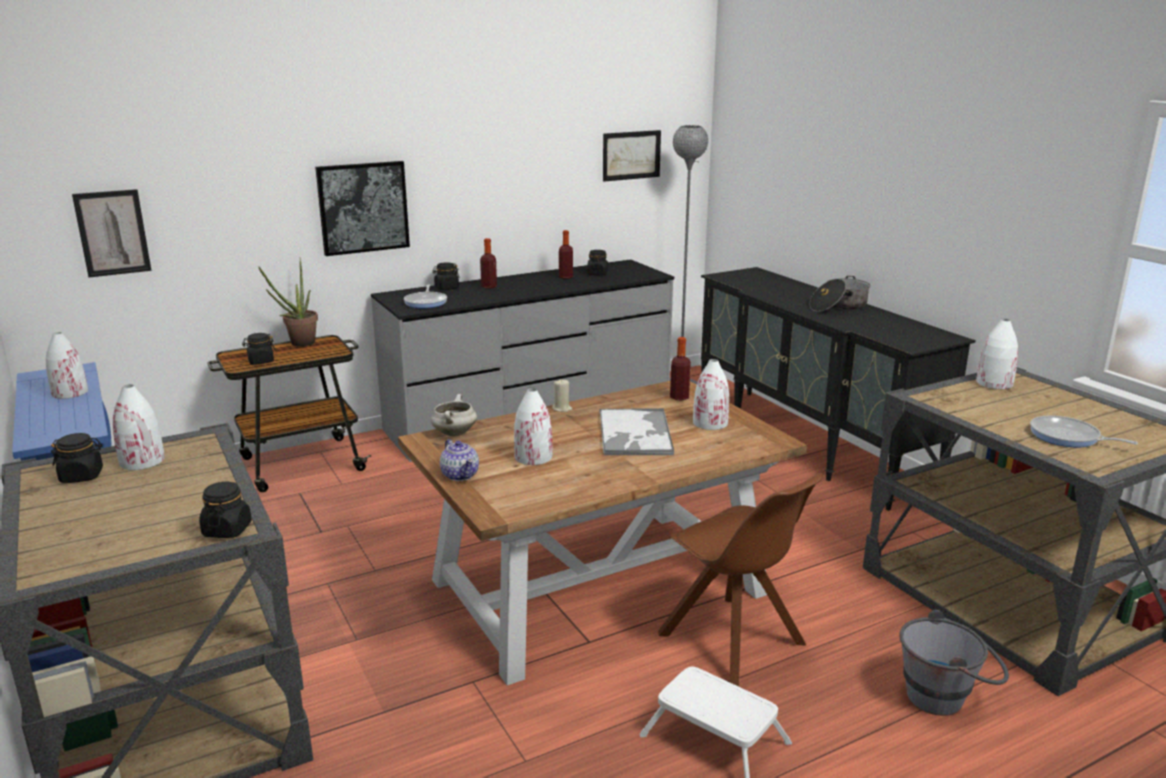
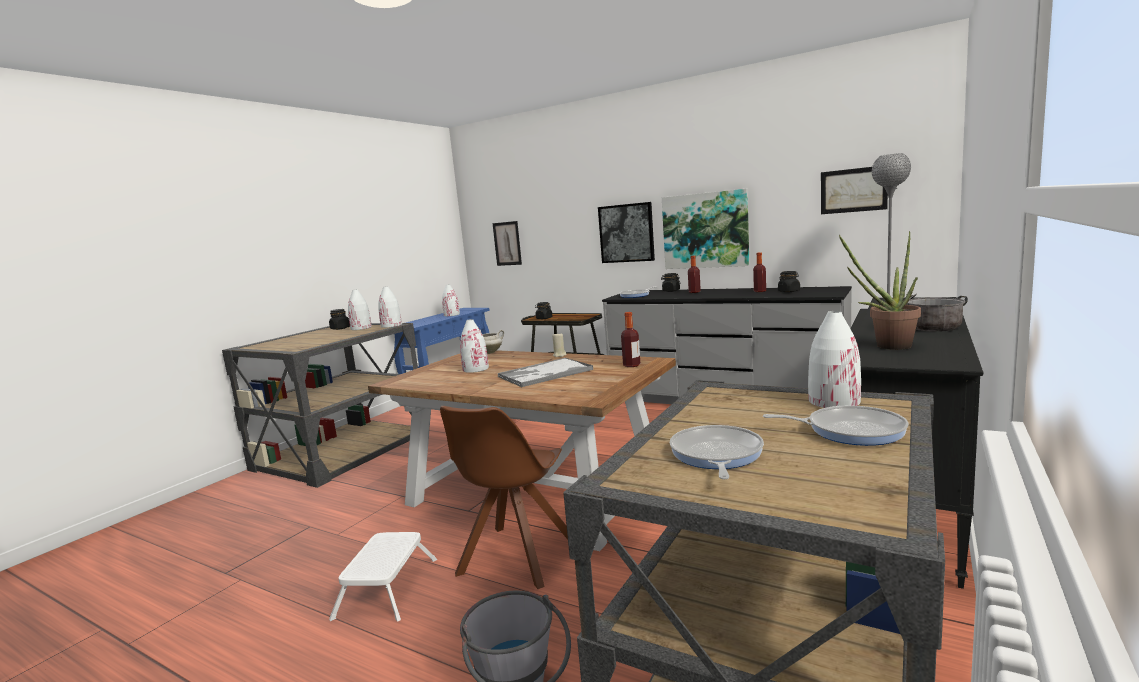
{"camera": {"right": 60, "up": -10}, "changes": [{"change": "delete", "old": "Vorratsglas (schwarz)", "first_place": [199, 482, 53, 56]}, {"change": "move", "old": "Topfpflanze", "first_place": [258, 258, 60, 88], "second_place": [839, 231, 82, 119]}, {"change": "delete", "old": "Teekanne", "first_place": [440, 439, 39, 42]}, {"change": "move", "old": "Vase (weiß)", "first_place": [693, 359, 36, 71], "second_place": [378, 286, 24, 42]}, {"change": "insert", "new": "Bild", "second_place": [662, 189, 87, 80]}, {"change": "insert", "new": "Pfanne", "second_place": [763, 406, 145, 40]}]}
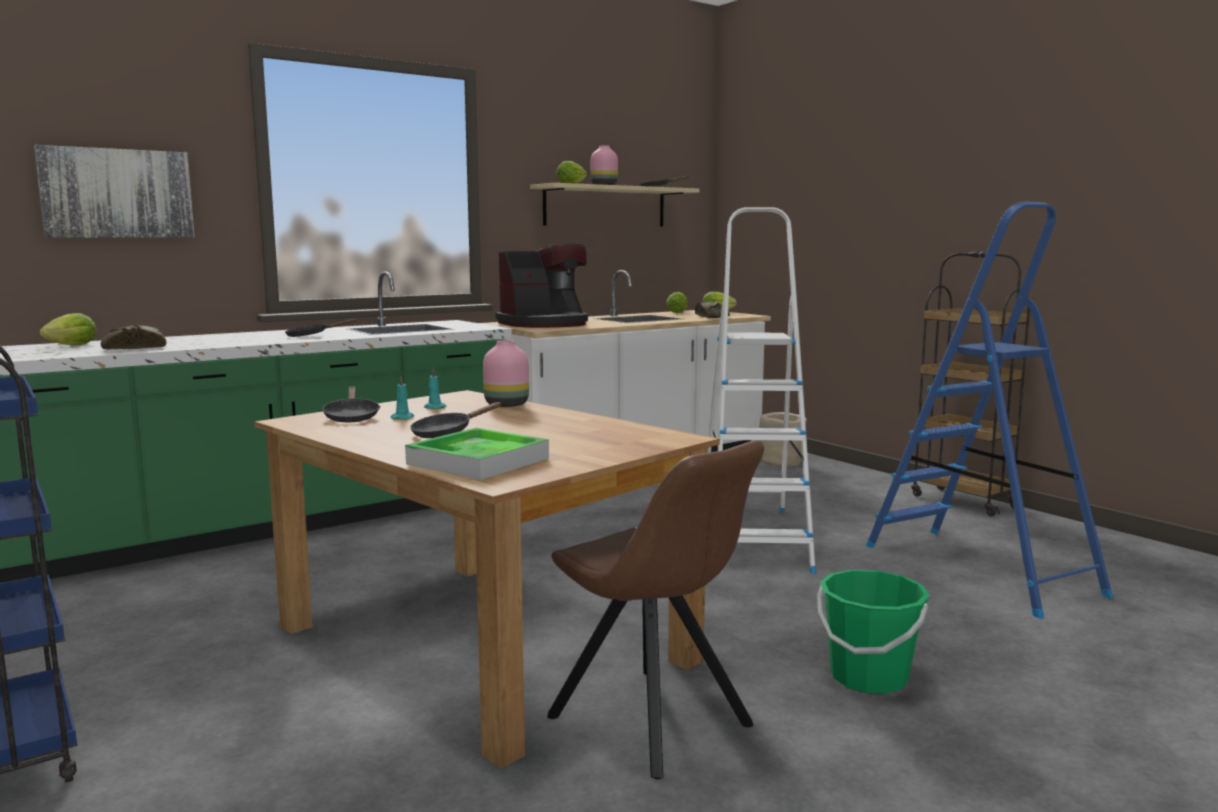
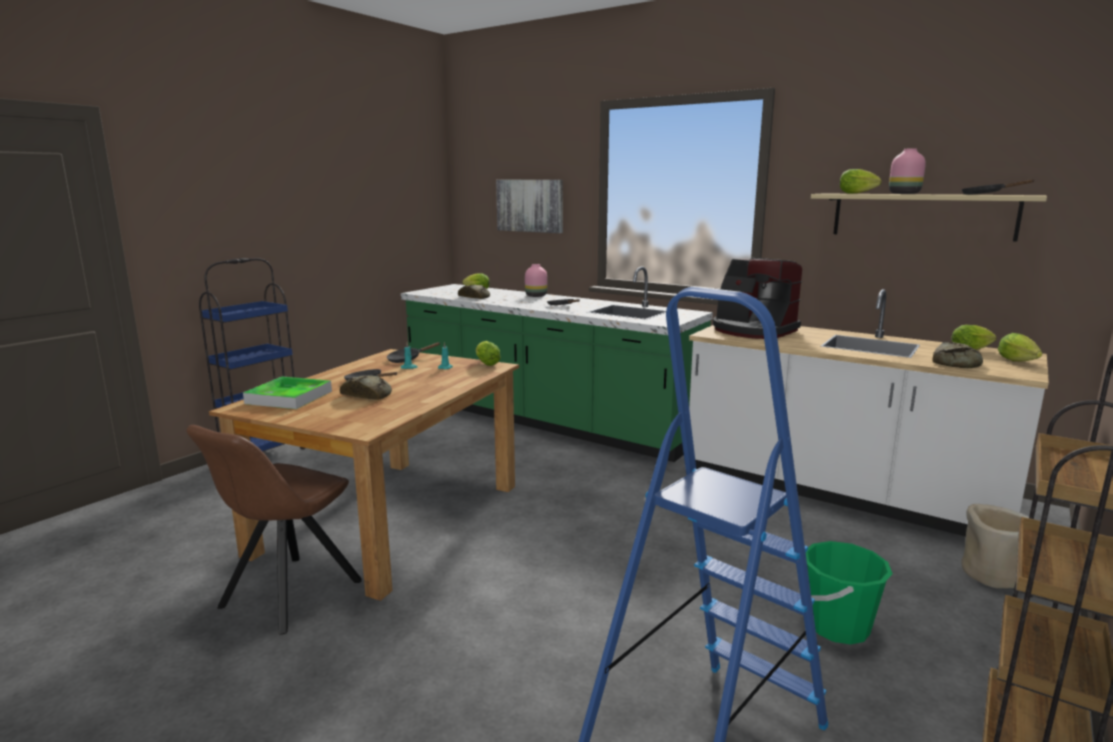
{"camera": {"right": 70, "up": 5}, "changes": [{"change": "move", "old": "Vase (rosa)", "first_place": [483, 340, 46, 67], "second_place": [525, 264, 22, 33]}, {"change": "delete", "old": "Trittleiter (weiß)", "first_place": [708, 207, 108, 367]}, {"change": "move", "old": "Eimer (grün)", "first_place": [817, 570, 113, 124], "second_place": [806, 541, 86, 104]}, {"change": "insert", "new": "Brot", "second_place": [340, 375, 52, 25]}, {"change": "insert", "new": "Salatkopf", "second_place": [476, 341, 25, 25]}]}
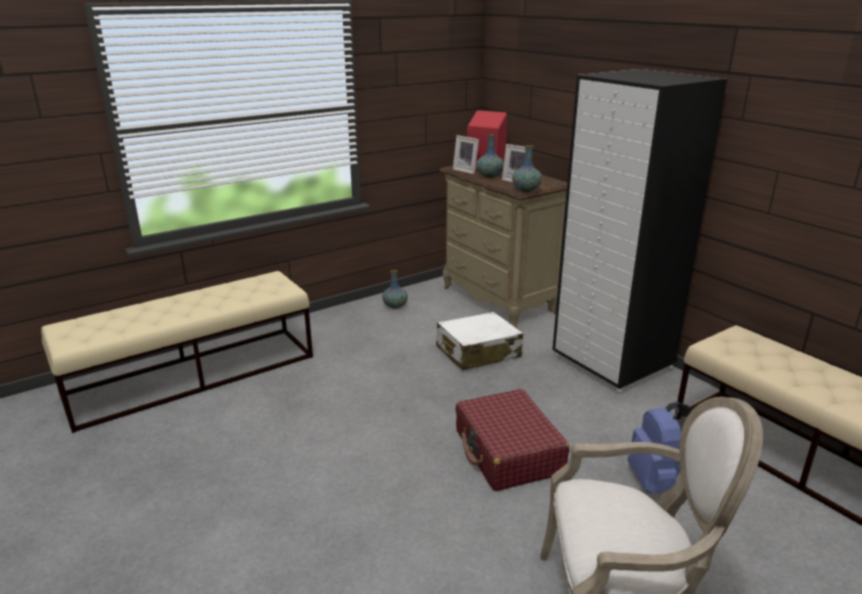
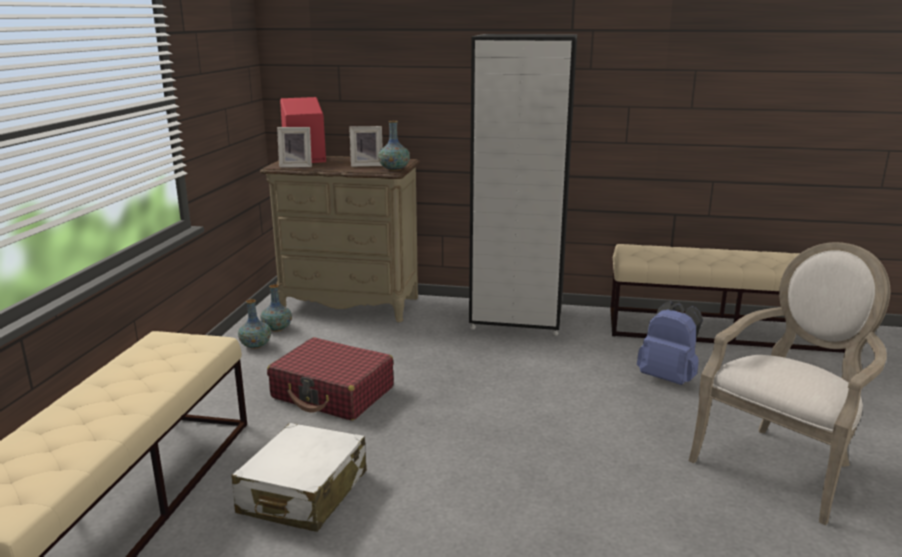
{"camera": {"right": -45, "up": -5}, "changes": [{"change": "move", "old": "Koffer (weiß)", "first_place": [436, 312, 87, 59], "second_place": [231, 423, 136, 109]}, {"change": "move", "old": "Koffer (rot)", "first_place": [455, 389, 115, 102], "second_place": [267, 337, 127, 84]}, {"change": "move", "old": "Vase", "first_place": [477, 134, 27, 44], "second_place": [260, 284, 32, 48]}]}
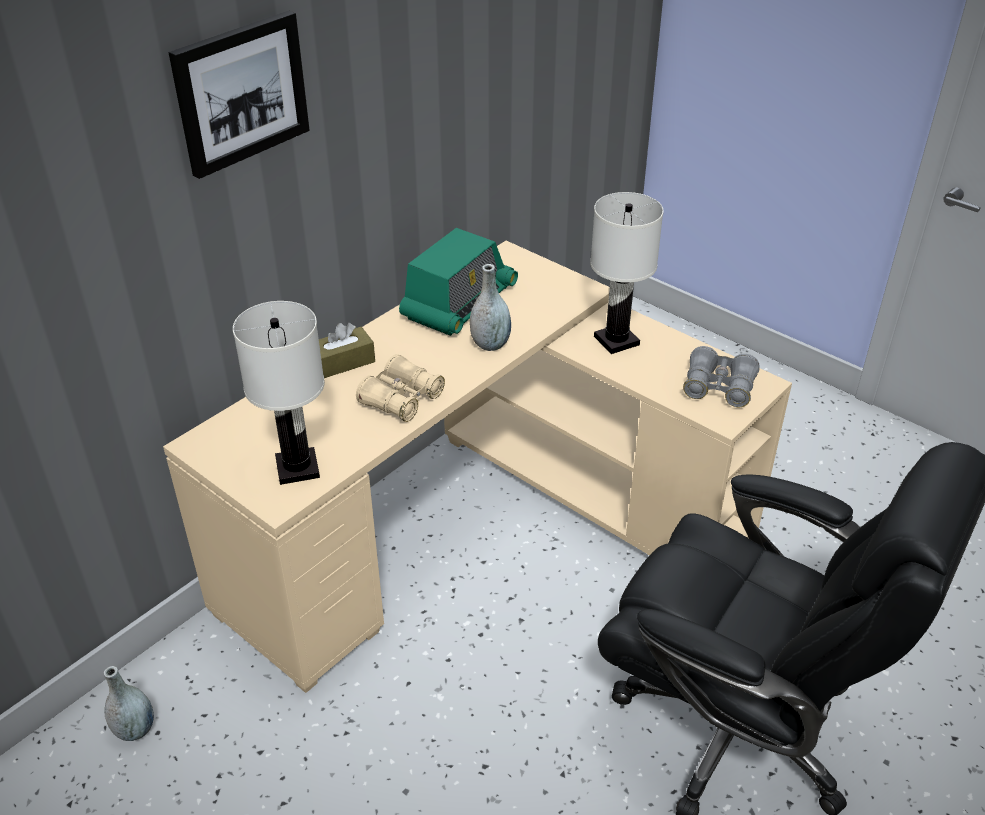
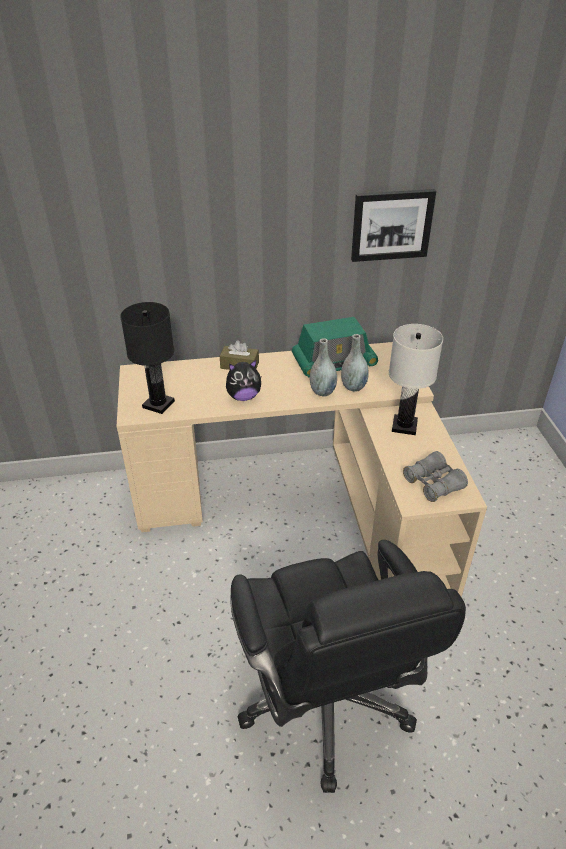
{"camera": {"right": 40, "up": 0}, "changes": [{"change": "move", "old": "Vase (grau)", "first_place": [104, 666, 50, 75], "second_place": [341, 334, 28, 58]}, {"change": "move", "old": "Bild", "first_place": [169, 11, 141, 168], "second_place": [351, 189, 85, 73]}, {"change": "recolor", "old": "Tischlampe (weiß)", "new": "Tischlampe (schwarz)", "first_place": [233, 301, 92, 184], "second_place": [120, 302, 55, 112]}, {"change": "replace", "old": "Fernglas (beige)", "new": "Plüschtier", "first_place": [356, 354, 89, 68], "second_place": [226, 360, 35, 41]}]}
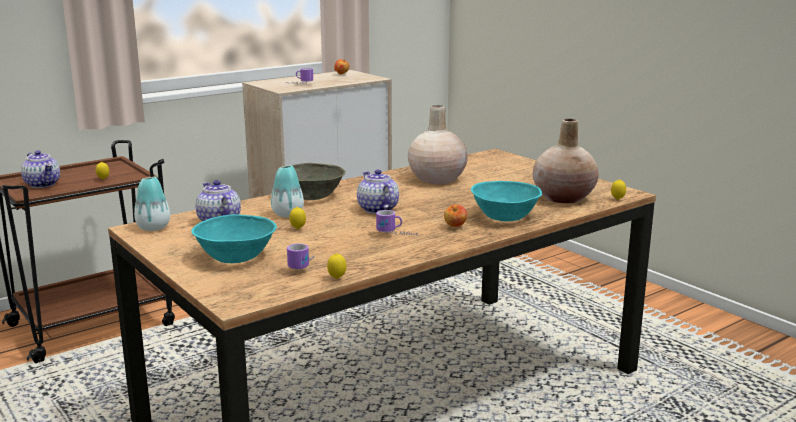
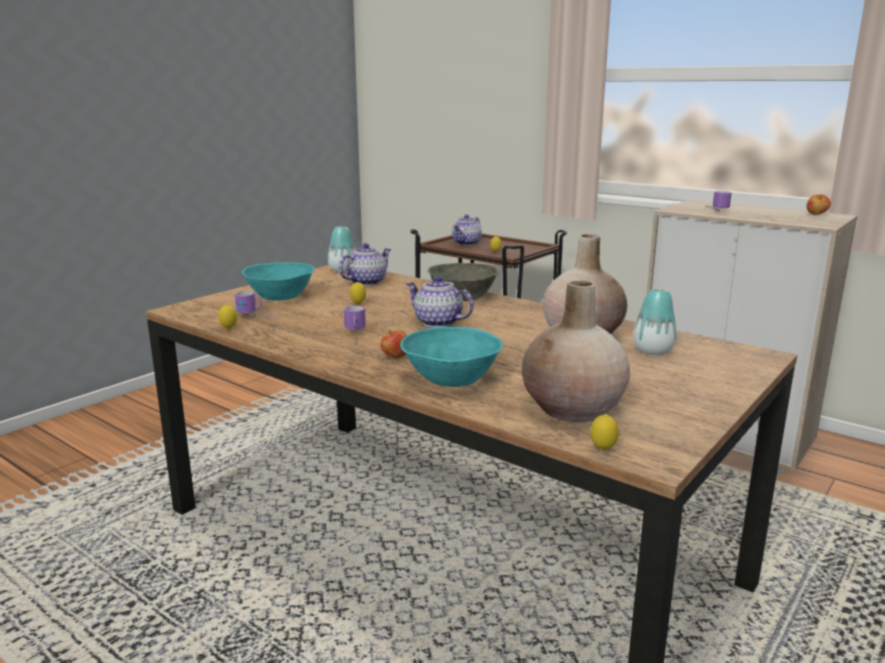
{"camera": {"right": 75, "up": 0}, "changes": [{"change": "move", "old": "Vase", "first_place": [271, 165, 33, 52], "second_place": [633, 289, 44, 66]}, {"change": "rotate", "old": "Teekanne", "first_place": [357, 169, 42, 45], "second_place": [406, 276, 68, 51], "degrees": -105}]}
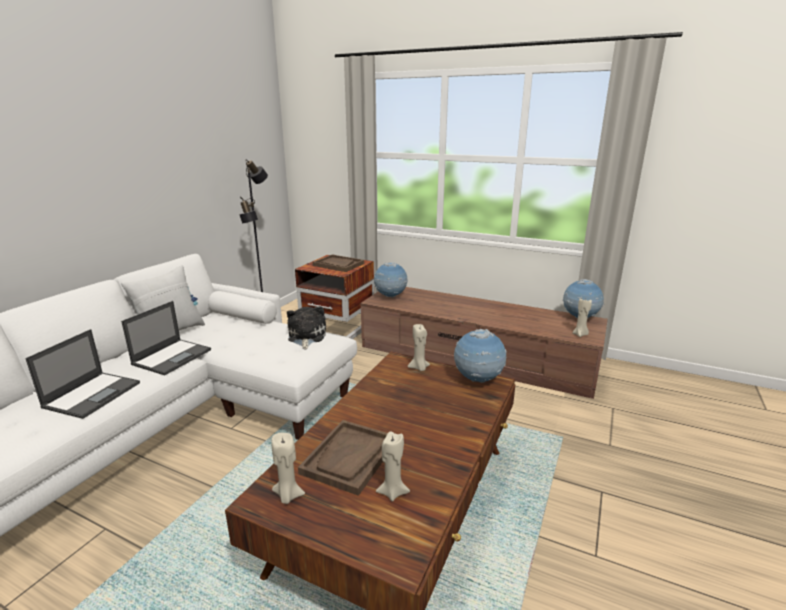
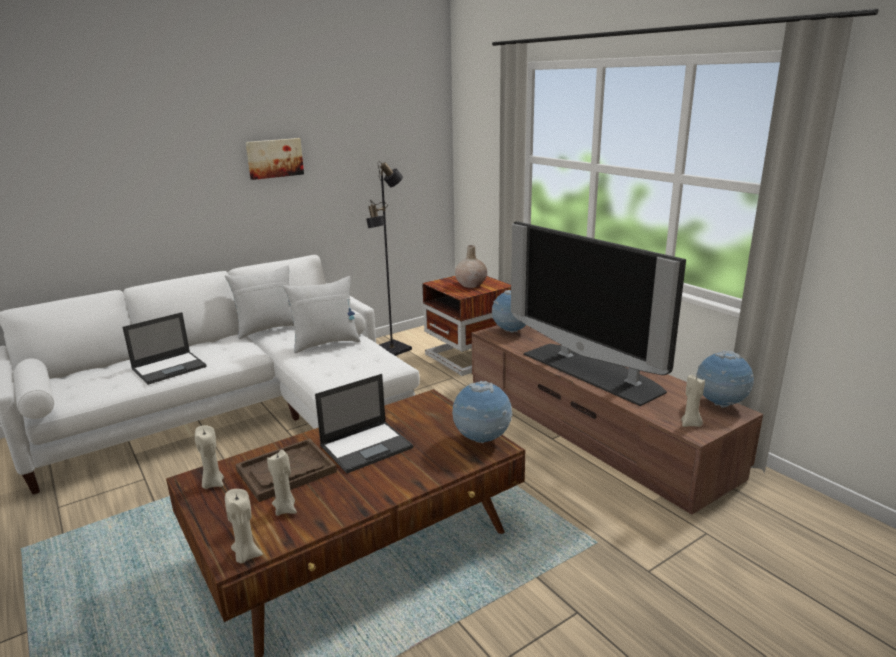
{"camera": {"right": 30, "up": 0}, "changes": [{"change": "move", "old": "Laptop", "first_place": [121, 301, 90, 74], "second_place": [315, 374, 98, 99]}, {"change": "delete", "old": "Plüschtier", "first_place": [287, 306, 39, 43]}, {"change": "replace", "old": "Tablett (braun)", "new": "Vase (beige)", "first_place": [313, 255, 51, 17], "second_place": [455, 245, 32, 43]}, {"change": "move", "old": "Kerze (beige)", "first_place": [408, 324, 22, 47], "second_place": [225, 489, 38, 74]}, {"change": "insert", "new": "Bild", "second_place": [246, 138, 58, 42]}, {"change": "insert", "new": "Kissen (grau)", "second_place": [283, 276, 78, 77]}, {"change": "insert", "new": "Fernseher", "second_place": [511, 221, 175, 185]}]}
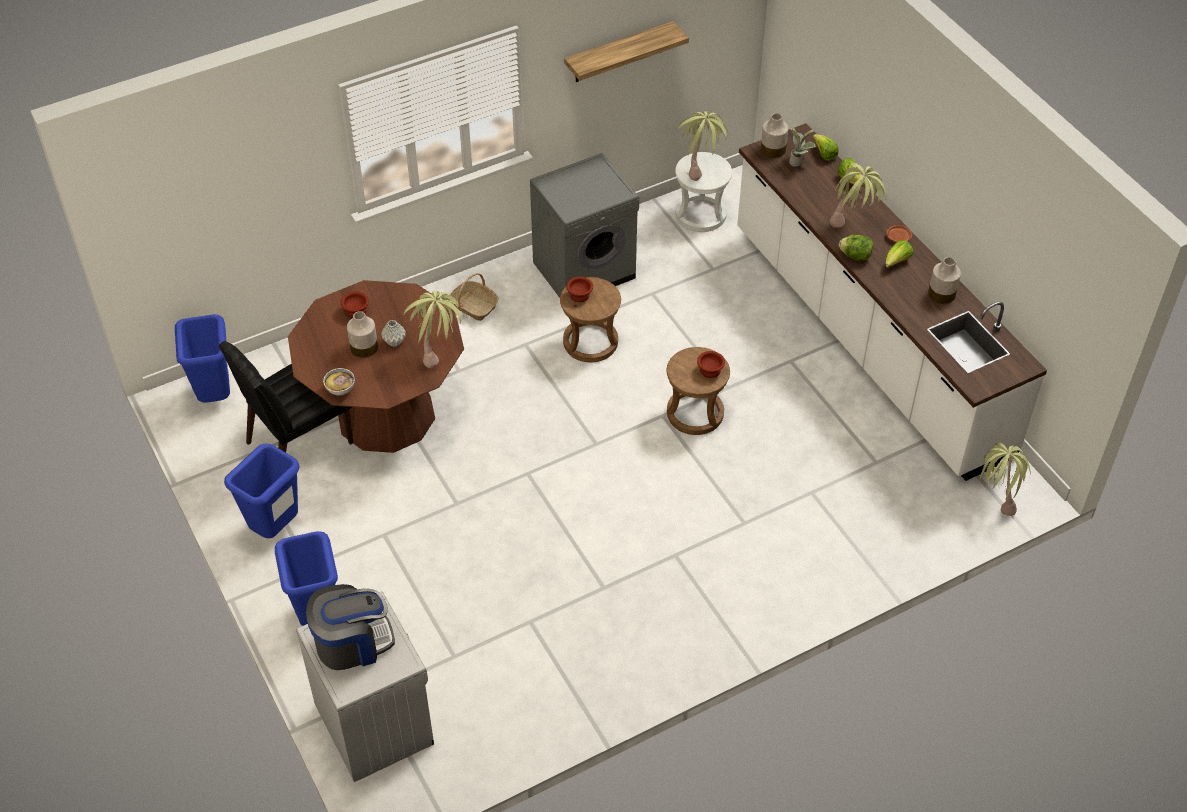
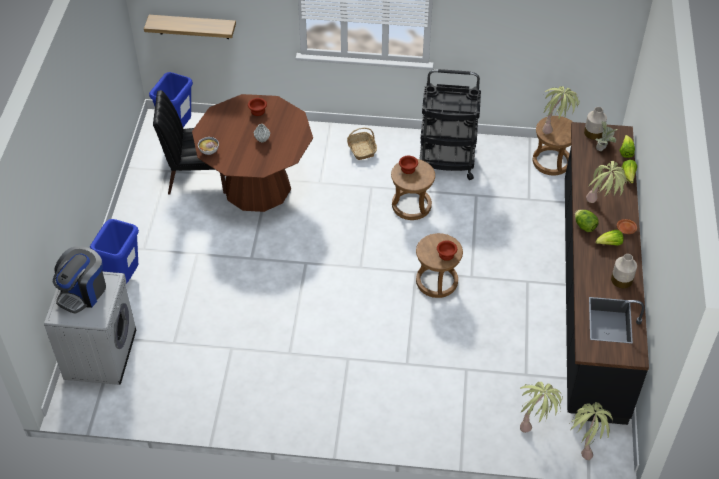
{"camera": {"right": 35, "up": 0}, "changes": [{"change": "delete", "old": "Mülleimer (blau)", "first_place": [224, 443, 75, 95]}, {"change": "rotate", "old": "Kaffeemaschine", "first_place": [306, 584, 89, 86], "second_place": [53, 246, 53, 68], "degrees": 105}, {"change": "delete", "old": "Vase (beige)", "first_place": [347, 311, 31, 47]}, {"change": "move", "old": "Topfpflanze", "first_place": [404, 291, 59, 77], "second_place": [520, 382, 43, 51]}, {"change": "replace", "old": "Waschmaschine (grau)", "new": "Rollwagen (schwarz)", "first_place": [530, 153, 109, 145], "second_place": [419, 69, 62, 111]}, {"change": "move", "old": "Wandregal", "first_place": [564, 21, 125, 61], "second_place": [144, 15, 92, 24]}, {"change": "recolor", "old": "Hocker (weiß)", "new": "Hocker (braun)", "first_place": [675, 152, 57, 80], "second_place": [533, 116, 40, 59]}, {"change": "recolor", "old": "Küchenzeile (weiß)", "new": "Küchenzeile (schwarz)", "first_place": [737, 123, 310, 358], "second_place": [565, 122, 84, 303]}]}
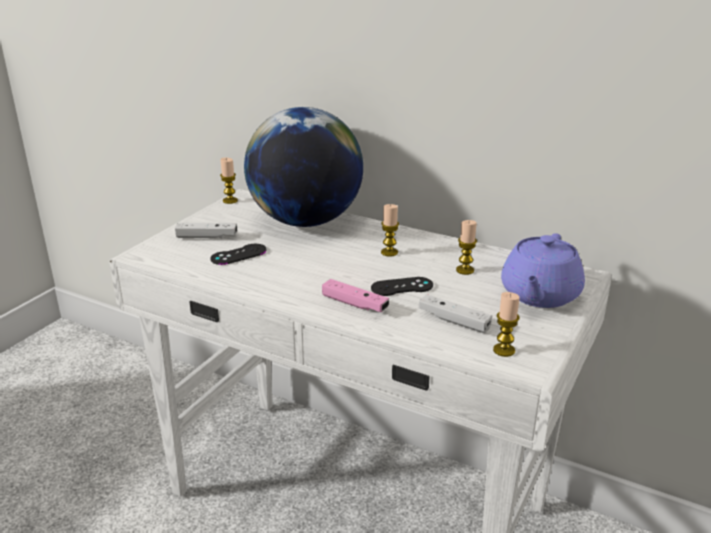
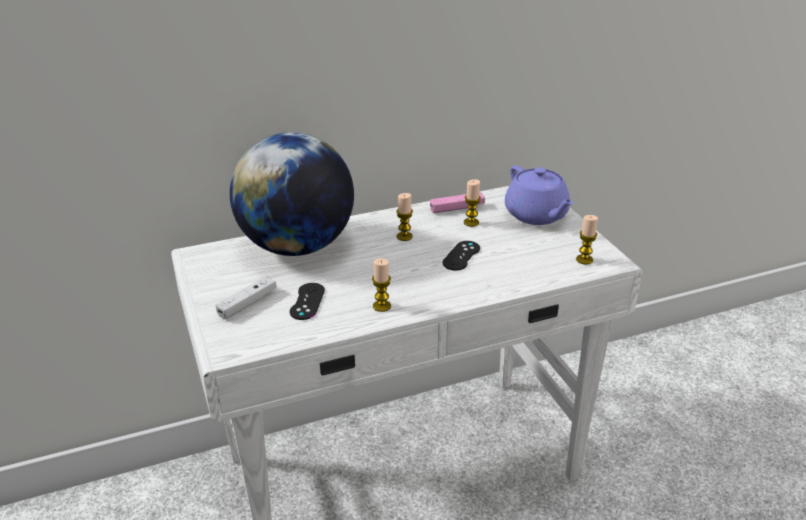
{"camera": {"right": -50, "up": 5}, "changes": [{"change": "move", "old": "Kerze", "first_place": [220, 157, 18, 47], "second_place": [372, 258, 19, 54]}, {"change": "move", "old": "Gamepad (rosa)", "first_place": [322, 279, 67, 33], "second_place": [430, 192, 55, 21]}, {"change": "delete", "old": "Gamepad (weiß)", "first_place": [419, 294, 73, 39]}]}
